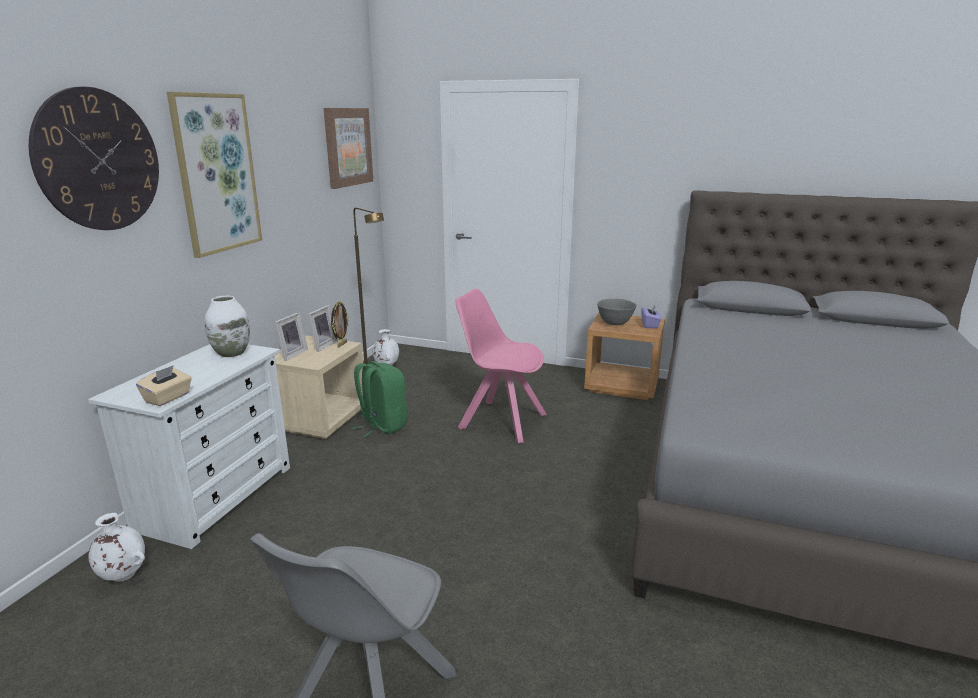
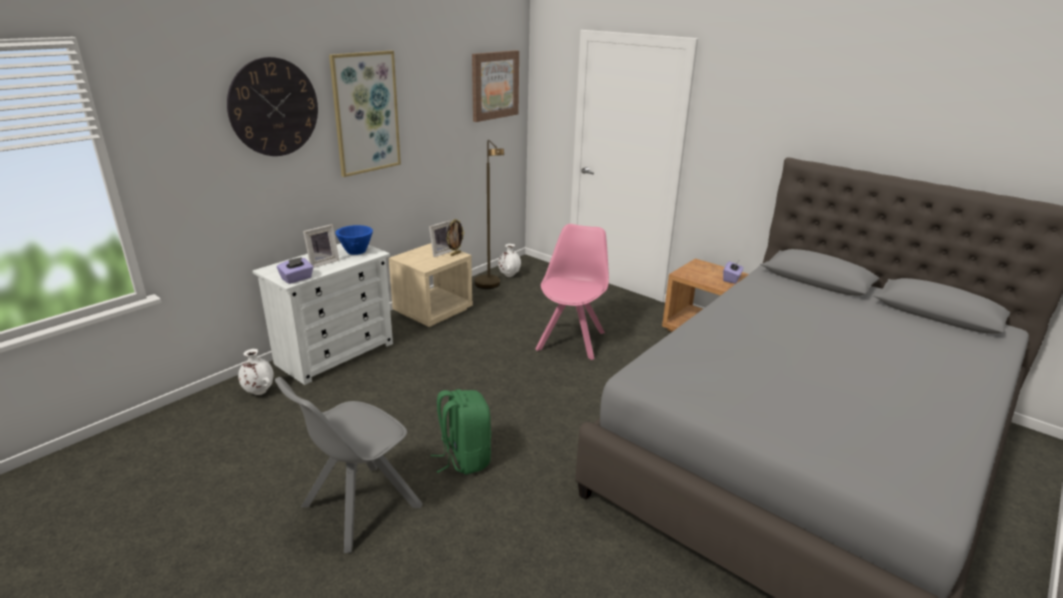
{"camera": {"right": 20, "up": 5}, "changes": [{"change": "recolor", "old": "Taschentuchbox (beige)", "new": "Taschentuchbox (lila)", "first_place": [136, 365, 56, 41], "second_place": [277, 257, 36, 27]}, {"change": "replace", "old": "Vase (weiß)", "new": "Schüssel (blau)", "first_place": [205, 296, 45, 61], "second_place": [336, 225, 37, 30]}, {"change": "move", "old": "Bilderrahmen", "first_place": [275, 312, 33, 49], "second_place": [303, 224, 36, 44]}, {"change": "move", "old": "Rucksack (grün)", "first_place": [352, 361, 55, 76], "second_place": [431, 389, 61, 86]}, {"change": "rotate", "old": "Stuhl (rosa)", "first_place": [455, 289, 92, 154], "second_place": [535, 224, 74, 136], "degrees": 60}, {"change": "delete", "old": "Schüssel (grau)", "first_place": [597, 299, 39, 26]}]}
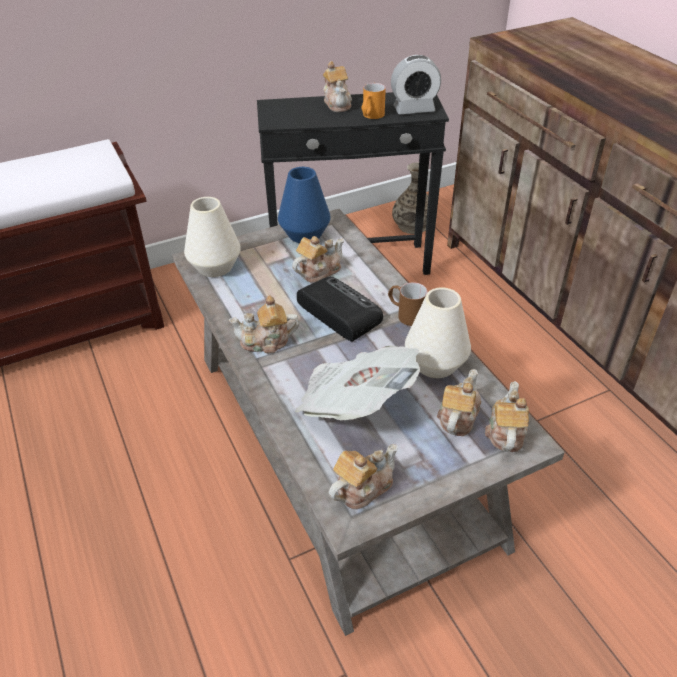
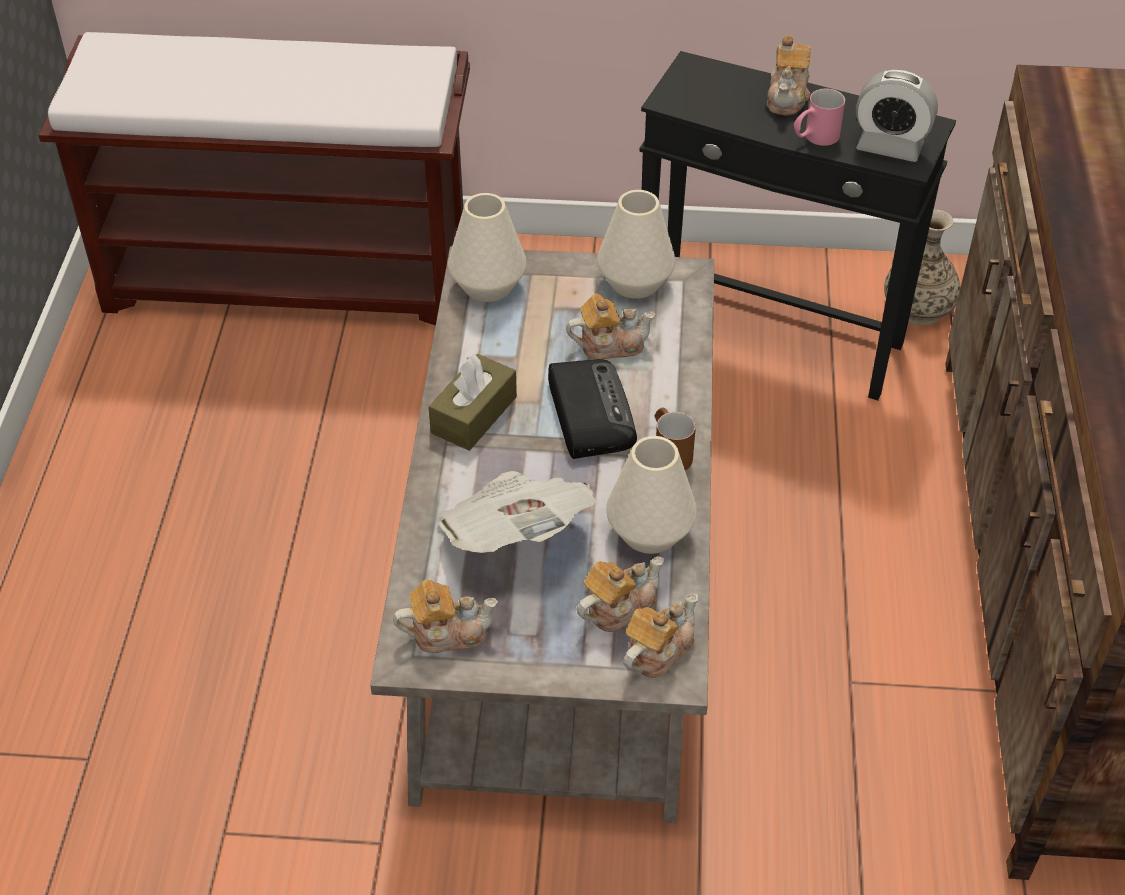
{"camera": {"right": 30, "up": 5}, "changes": [{"change": "replace", "old": "Teekanne", "new": "Taschentuchbox (braun)", "first_place": [229, 296, 71, 57], "second_place": [428, 354, 89, 97]}, {"change": "recolor", "old": "Vase (blau)", "new": "Vase (weiß)", "first_place": [278, 167, 53, 76], "second_place": [597, 190, 79, 109]}, {"change": "recolor", "old": "Henkelbecher (orange)", "new": "Henkelbecher (rosa)", "first_place": [361, 83, 25, 36], "second_place": [794, 89, 51, 57]}]}
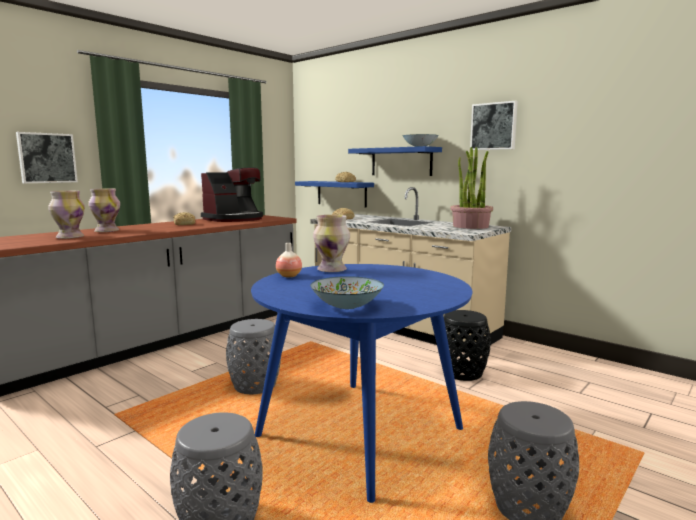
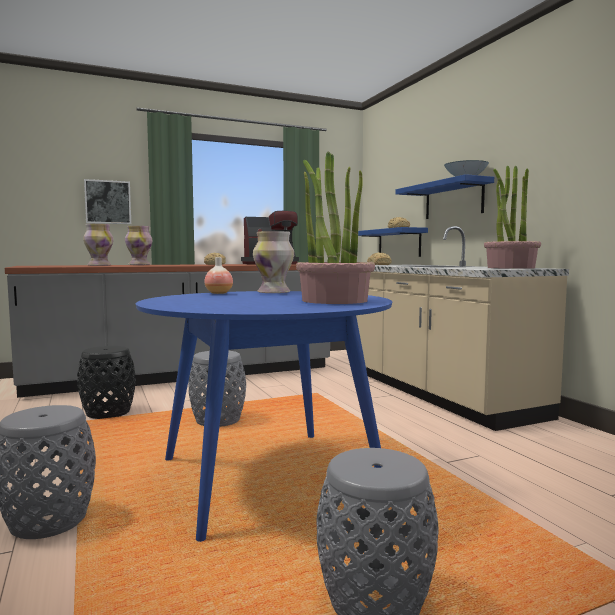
{"camera": {"right": 25, "up": -5}, "changes": [{"change": "delete", "old": "Schüssel", "first_place": [310, 276, 74, 33]}, {"change": "move", "old": "Hocker (schwarz)", "first_place": [440, 310, 51, 71], "second_place": [77, 346, 59, 73]}, {"change": "delete", "old": "Bild", "first_place": [470, 101, 48, 49]}, {"change": "insert", "new": "Topfpflanze", "second_place": [296, 151, 79, 153]}]}
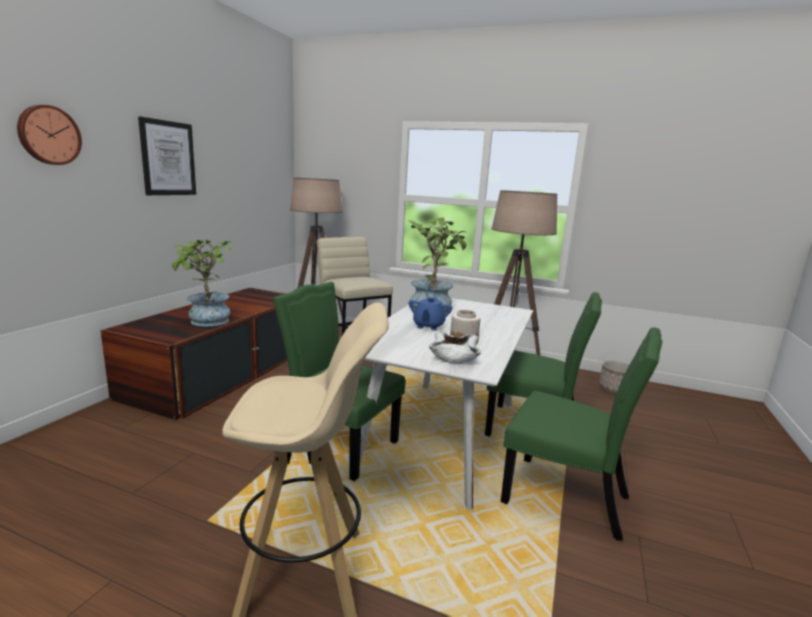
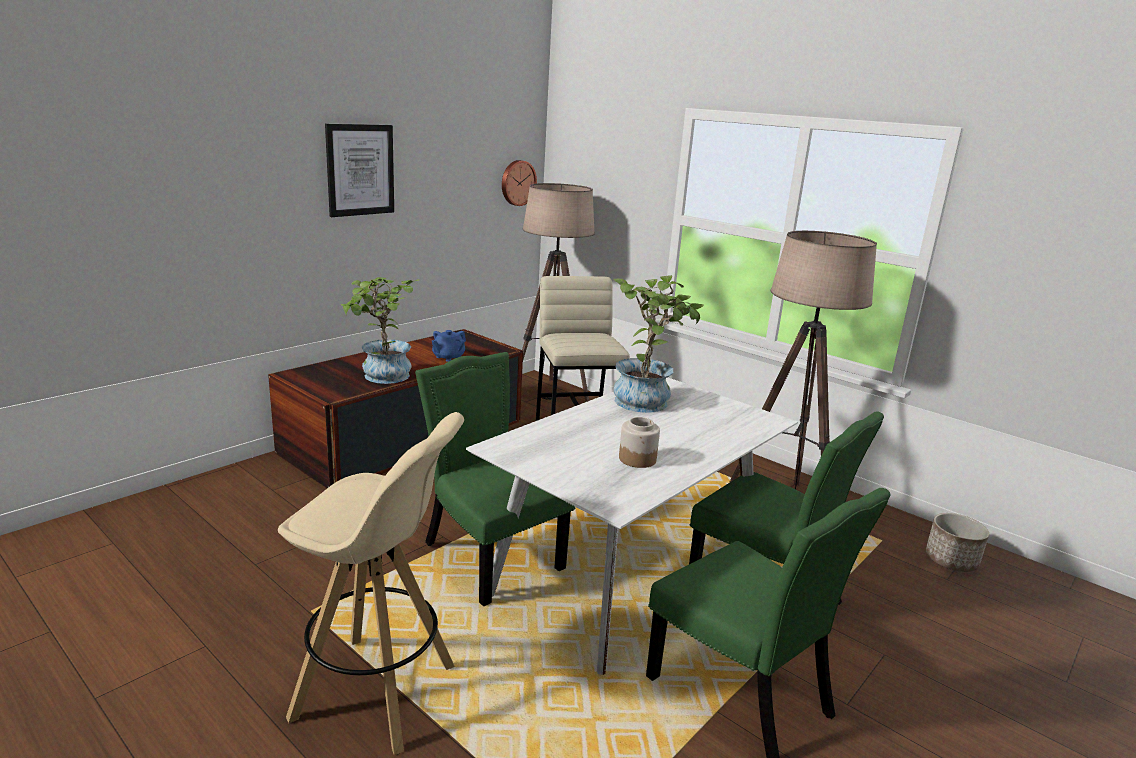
{"camera": {"right": 20, "up": 5}, "changes": [{"change": "move", "old": "Wanduhr", "first_place": [17, 105, 65, 60], "second_place": [502, 160, 35, 46]}, {"change": "move", "old": "Teekanne (blau)", "first_place": [409, 297, 44, 33], "second_place": [432, 330, 34, 32]}, {"change": "delete", "old": "Schüssel (weiß)", "first_place": [429, 331, 52, 33]}]}
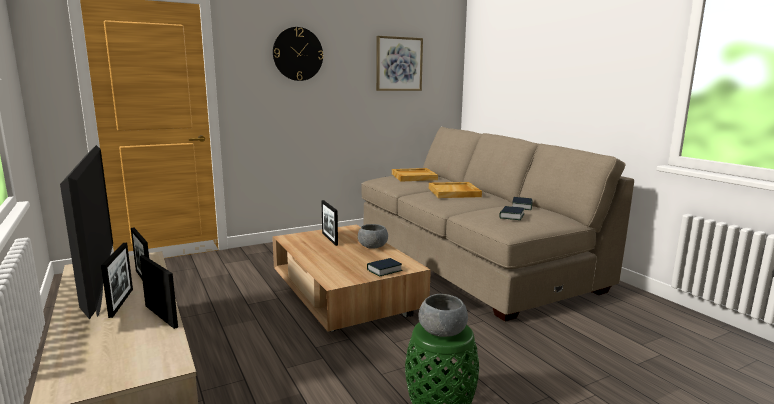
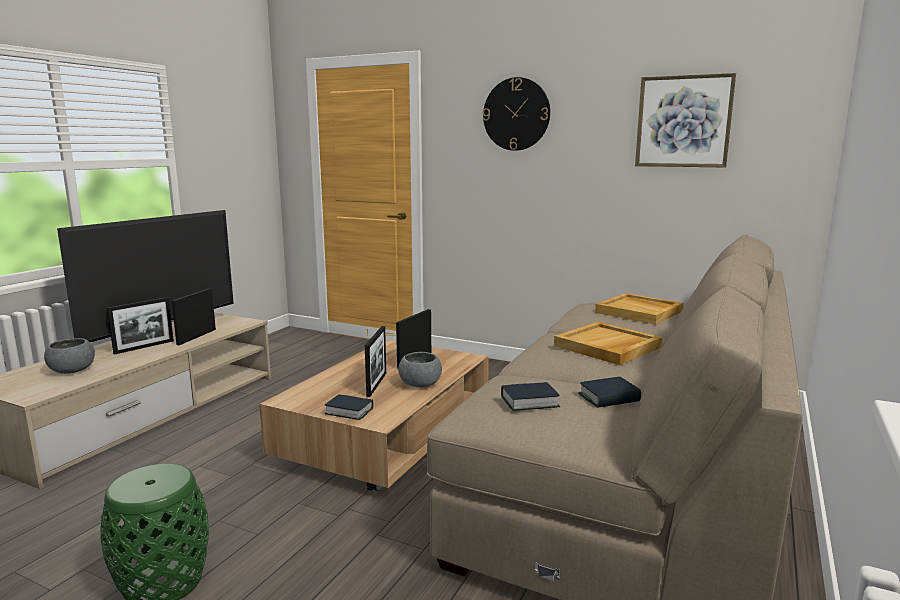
{"camera": {"right": 55, "up": 0}, "changes": [{"change": "move", "old": "Bilderrahmen", "first_place": [140, 255, 38, 74], "second_place": [365, 326, 21, 71]}, {"change": "move", "old": "Schüssel (grau)", "first_place": [418, 294, 50, 43], "second_place": [44, 338, 51, 36]}]}
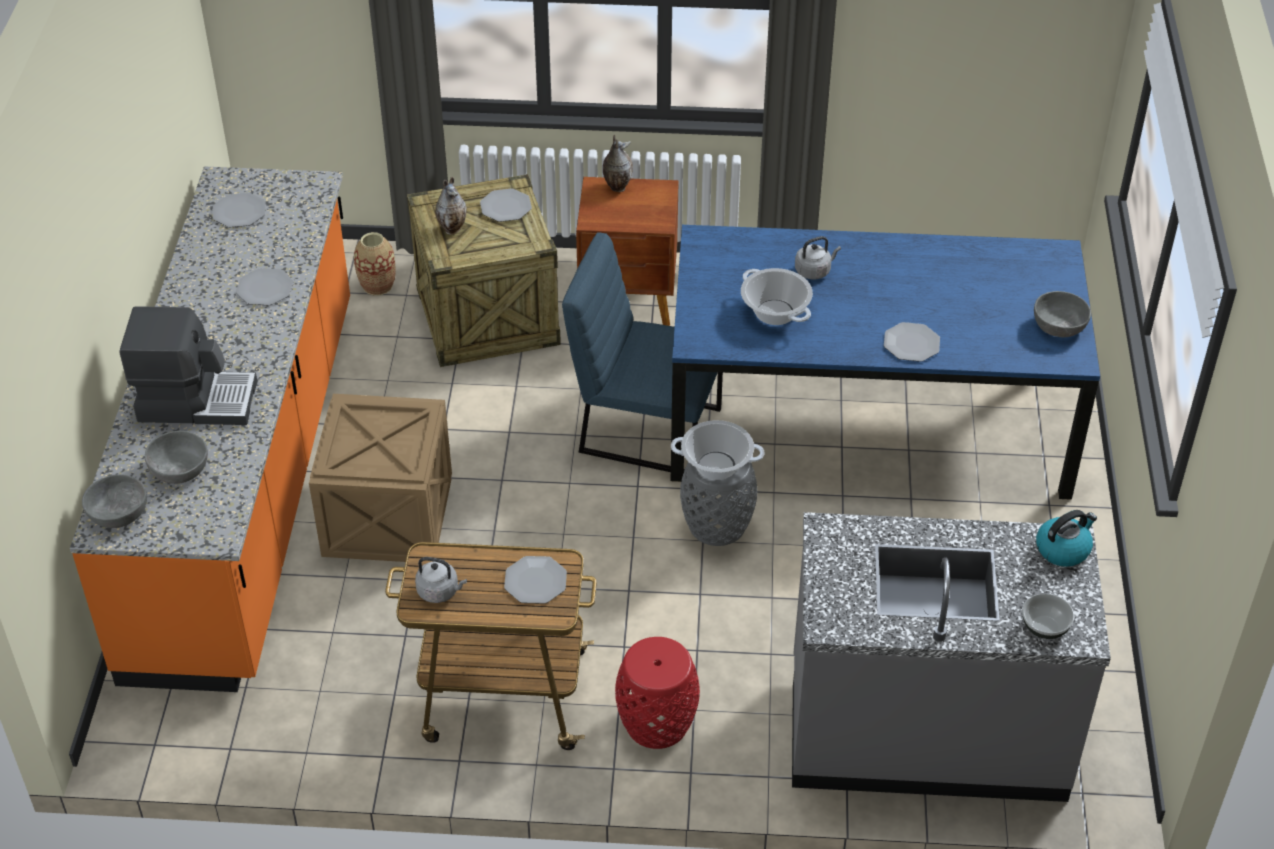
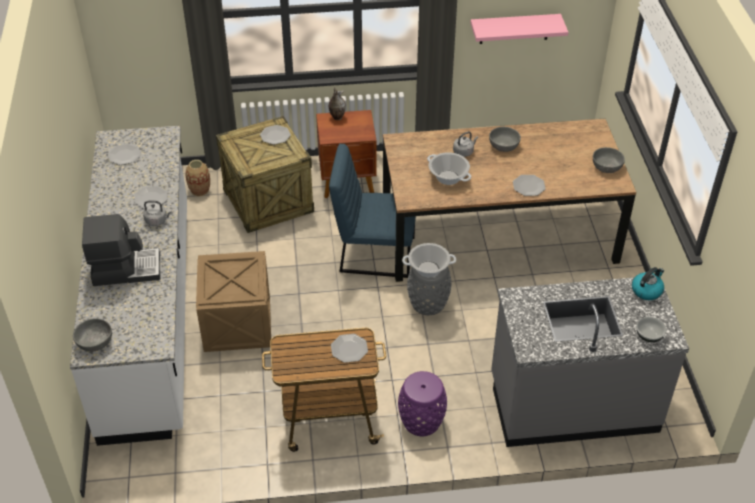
{"camera": {"right": -10, "up": 0}, "changes": [{"change": "recolor", "old": "Küchenzeile (orange)", "new": "Küchenzeile (weiß)", "first_place": [70, 167, 280, 525], "second_place": [70, 126, 117, 320]}, {"change": "move", "old": "Schüssel (grau)", "first_place": [145, 431, 63, 53], "second_place": [489, 127, 32, 25]}, {"change": "move", "old": "Wasserkessel (grau)", "first_place": [415, 557, 52, 46], "second_place": [143, 200, 29, 26]}, {"change": "delete", "old": "Vase", "first_place": [435, 177, 32, 58]}, {"change": "recolor", "old": "Hocker (rot)", "new": "Hocker (lila)", "first_place": [615, 637, 85, 112], "second_place": [398, 371, 49, 65]}, {"change": "recolor", "old": "Esstisch (blau)", "new": "Esstisch (braun)", "first_place": [671, 225, 429, 275], "second_place": [383, 118, 253, 164]}, {"change": "insert", "new": "Wandregal (rosa)", "second_place": [470, 14, 98, 30]}]}
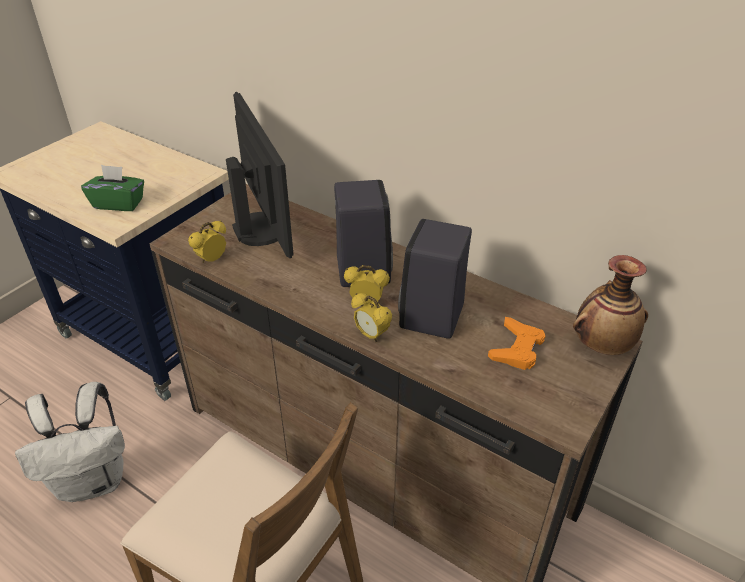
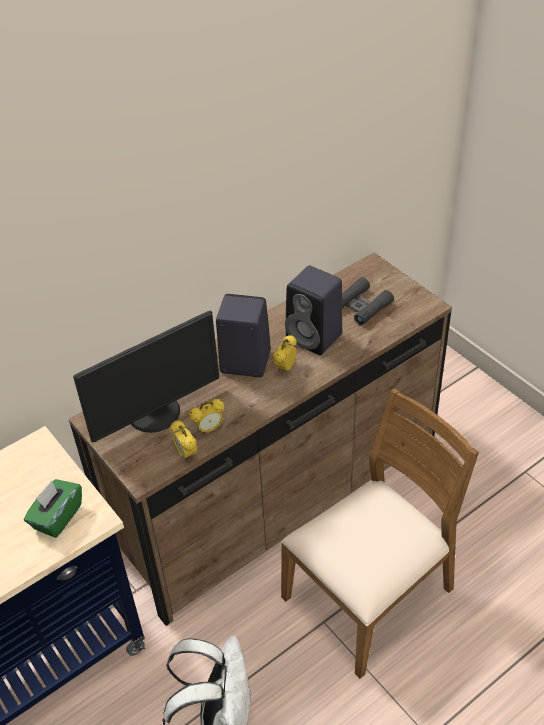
{"camera": {"right": -70, "up": 5}, "changes": [{"change": "rotate", "old": "Monitor", "first_place": [226, 92, 68, 166], "second_place": [73, 310, 146, 133], "degrees": 150}, {"change": "move", "old": "Wecker", "first_place": [351, 293, 41, 50], "second_place": [189, 399, 36, 35]}, {"change": "replace", "old": "Gamepad (orange)", "new": "Fernglas (schwarz)", "first_place": [488, 317, 57, 53], "second_place": [342, 277, 52, 48]}, {"change": "delete", "old": "Vase", "first_place": [573, 255, 75, 100]}]}
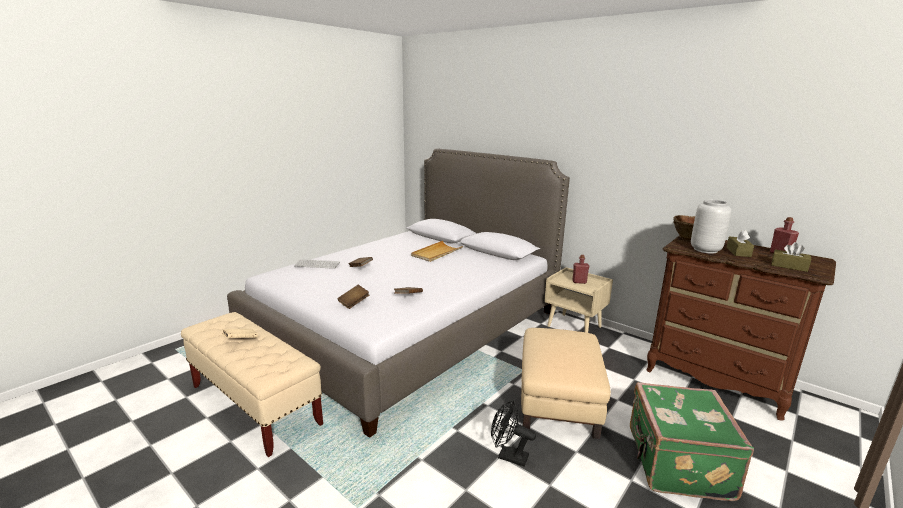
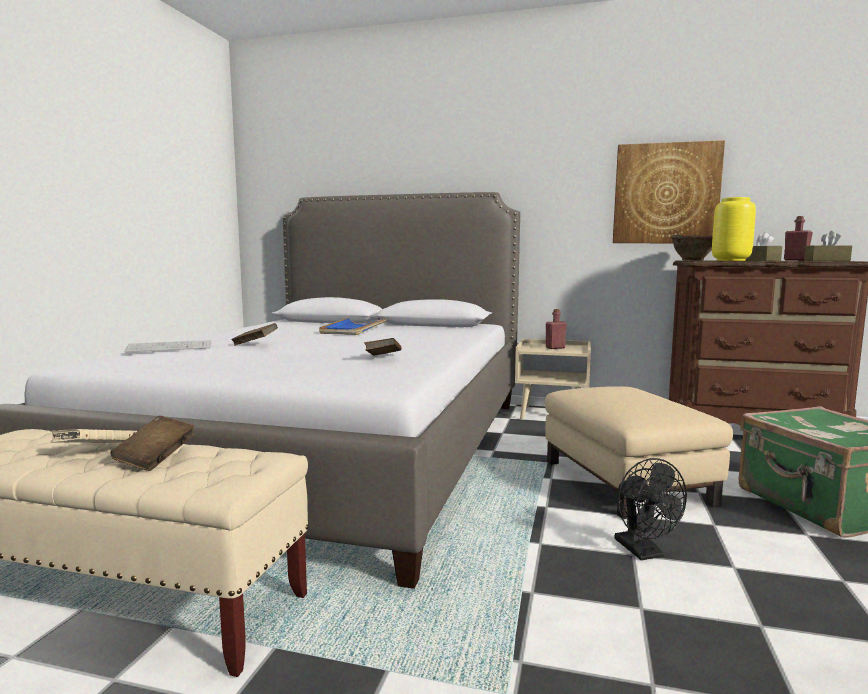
{"camera": {"right": -25, "up": -10}, "changes": [{"change": "move", "old": "Buch (braun)", "first_place": [337, 285, 32, 24], "second_place": [111, 416, 84, 55]}, {"change": "recolor", "old": "Tablett (beige)", "new": "Tablett (blau)", "first_place": [411, 241, 52, 21], "second_place": [319, 317, 68, 18]}, {"change": "rotate", "old": "Ventilator (schwarz)", "first_place": [491, 400, 45, 67], "second_place": [614, 458, 73, 102], "degrees": -105}, {"change": "recolor", "old": "Vase (grau)", "new": "Vase (gelb)", "first_place": [691, 199, 40, 55], "second_place": [712, 197, 44, 64]}, {"change": "insert", "new": "Bild", "second_place": [613, 140, 112, 103]}]}
